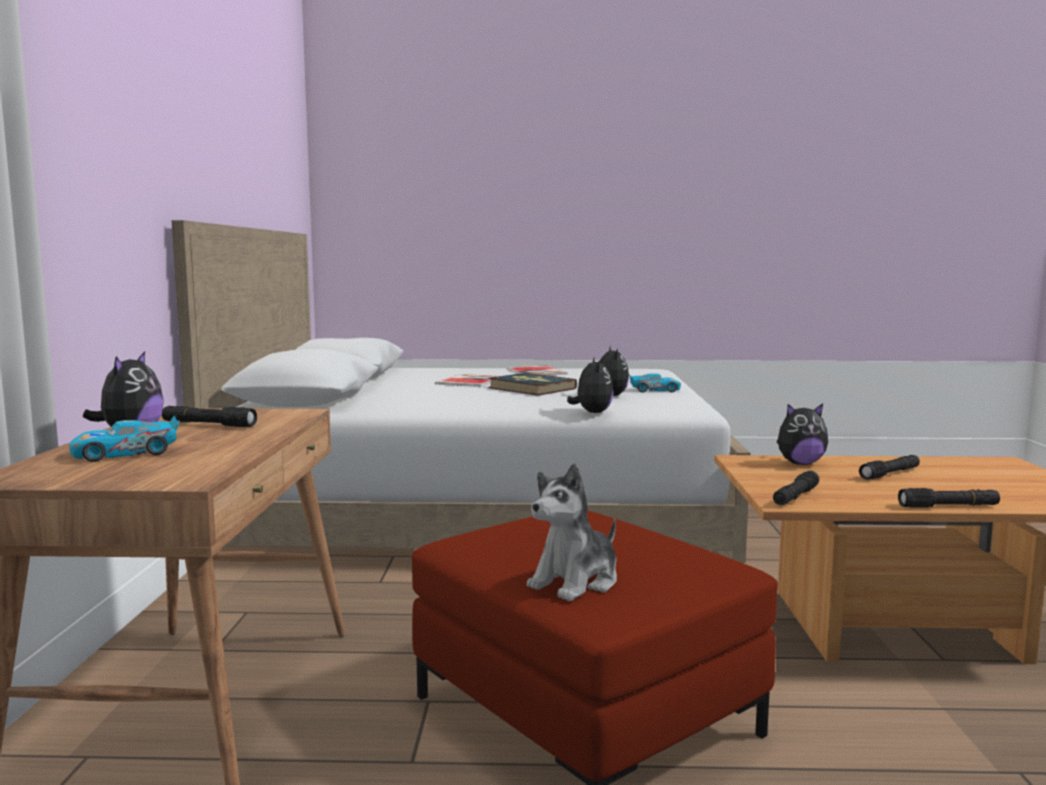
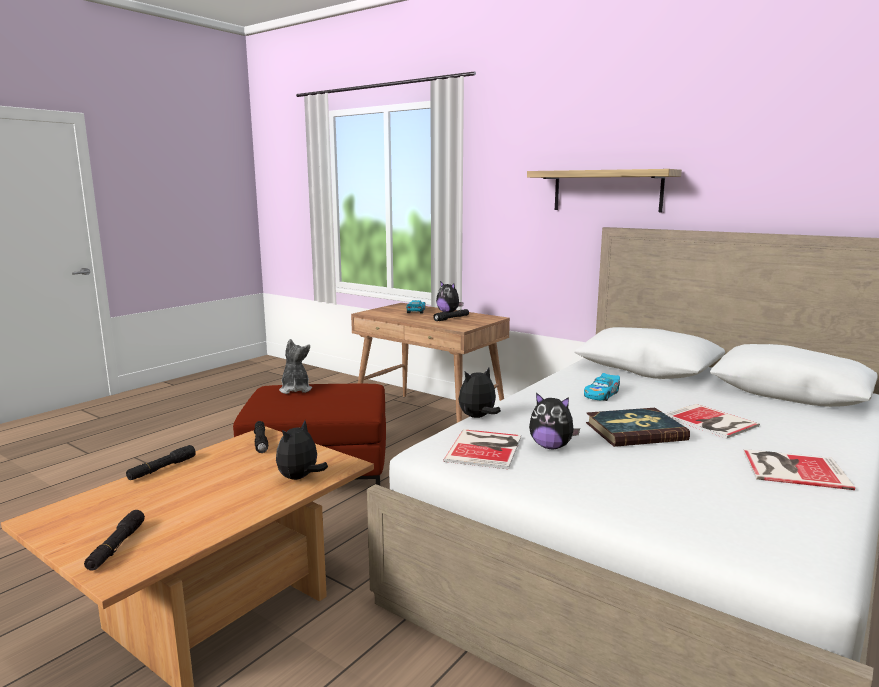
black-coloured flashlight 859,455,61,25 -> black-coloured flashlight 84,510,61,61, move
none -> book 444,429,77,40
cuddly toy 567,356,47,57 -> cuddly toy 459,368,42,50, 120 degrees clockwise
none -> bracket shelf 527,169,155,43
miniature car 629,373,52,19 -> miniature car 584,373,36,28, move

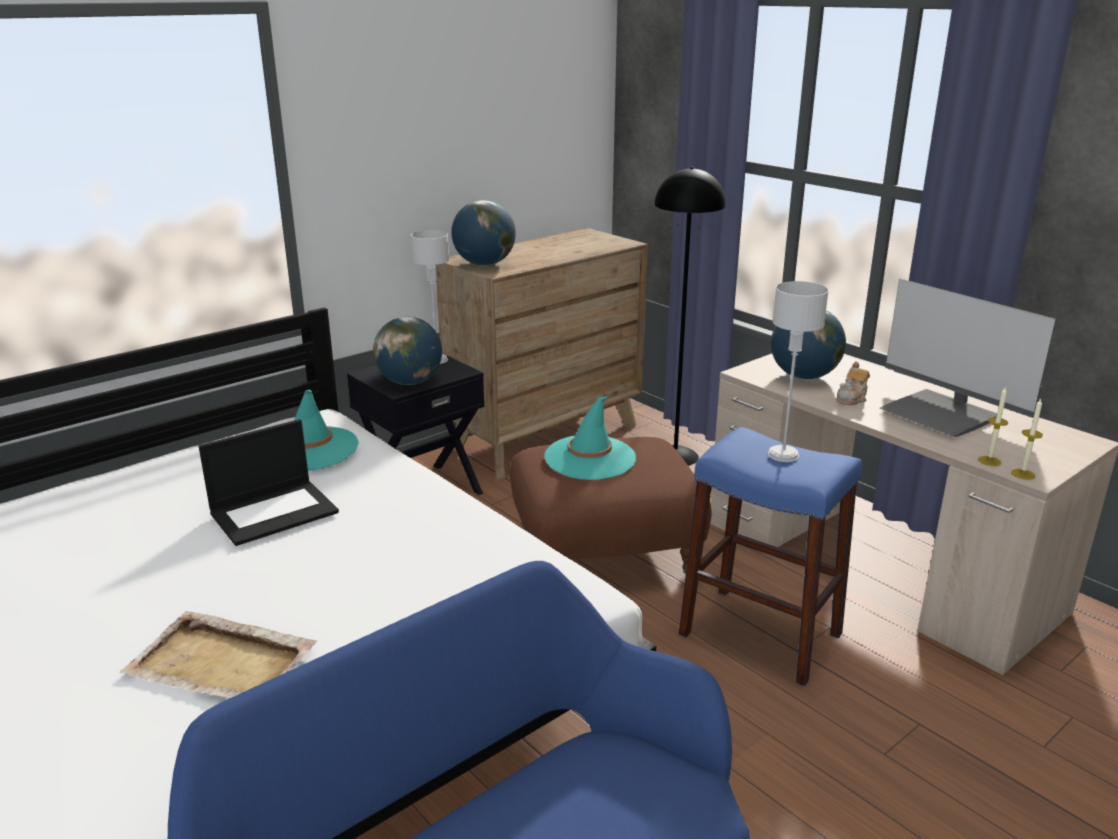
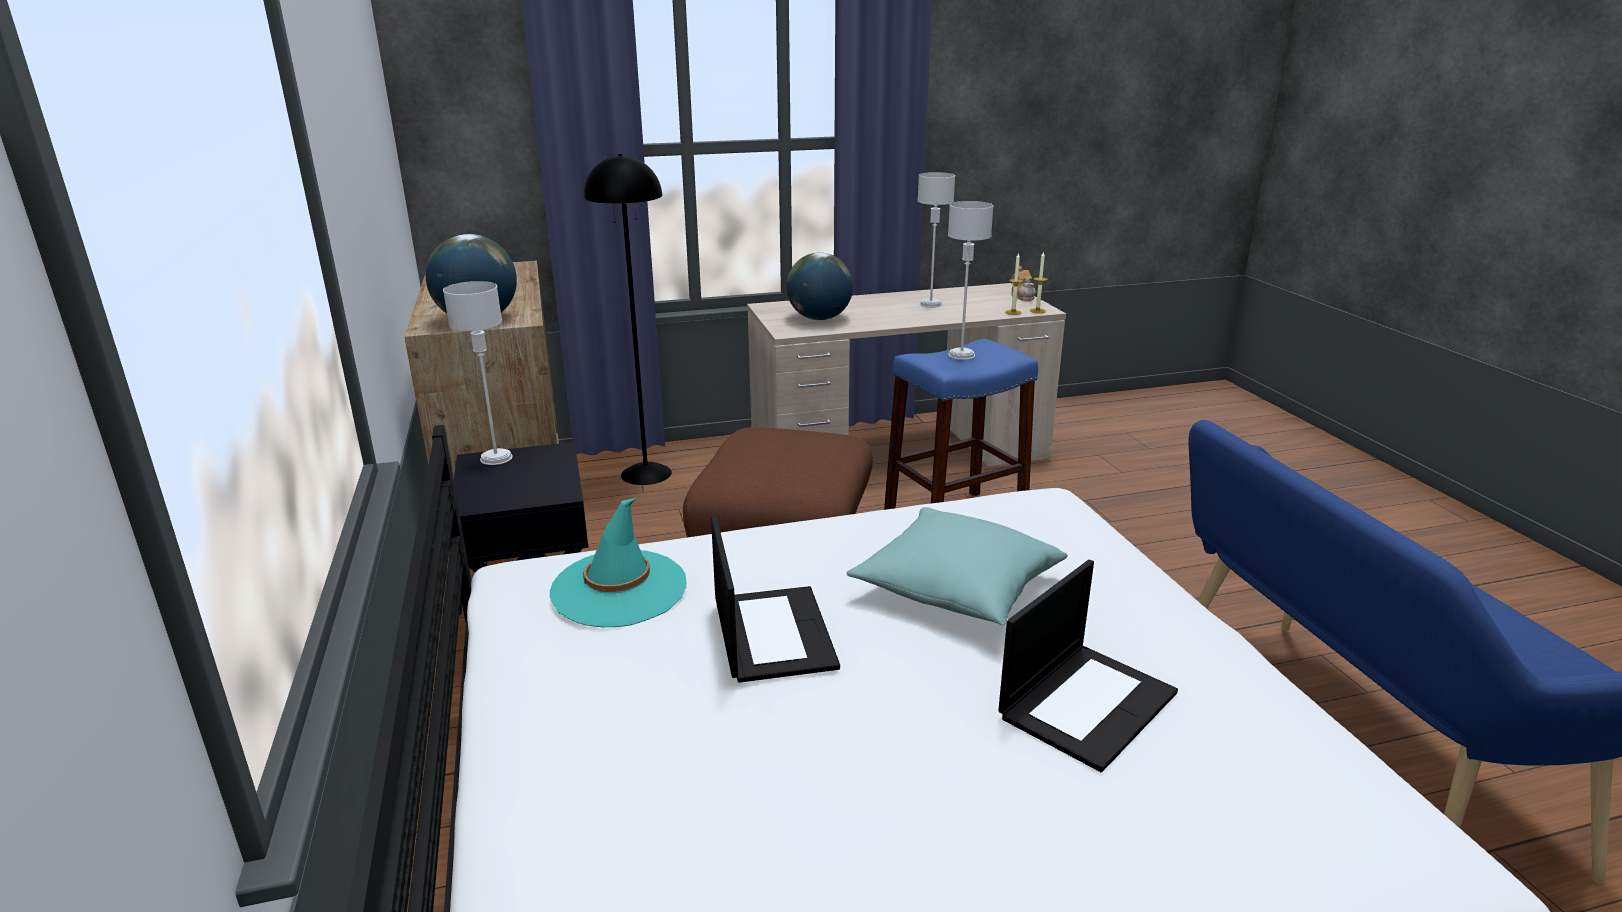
none -> turquoise throw pillow 846,507,222,119
computer display 880,279,176,158 -> greyish tabletop lamp 917,172,38,136
beige-coloured tray 120,611,197,87 -> notebook computer 998,560,180,213
pot for tea 836,361,34,44 -> pot for tea 1011,266,25,35, move
world globe 373,317,69,68 -> none
turquoise hat 544,396,92,84 -> none

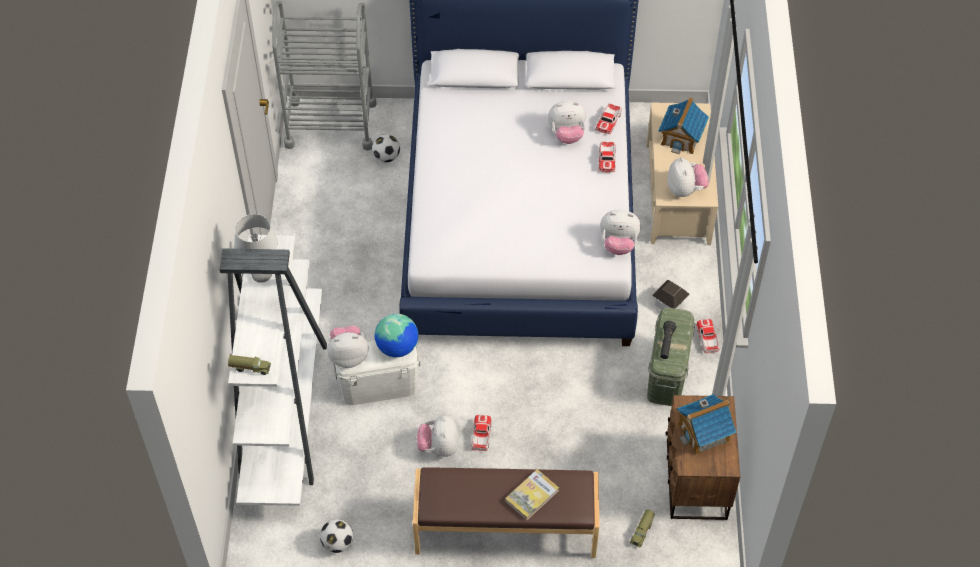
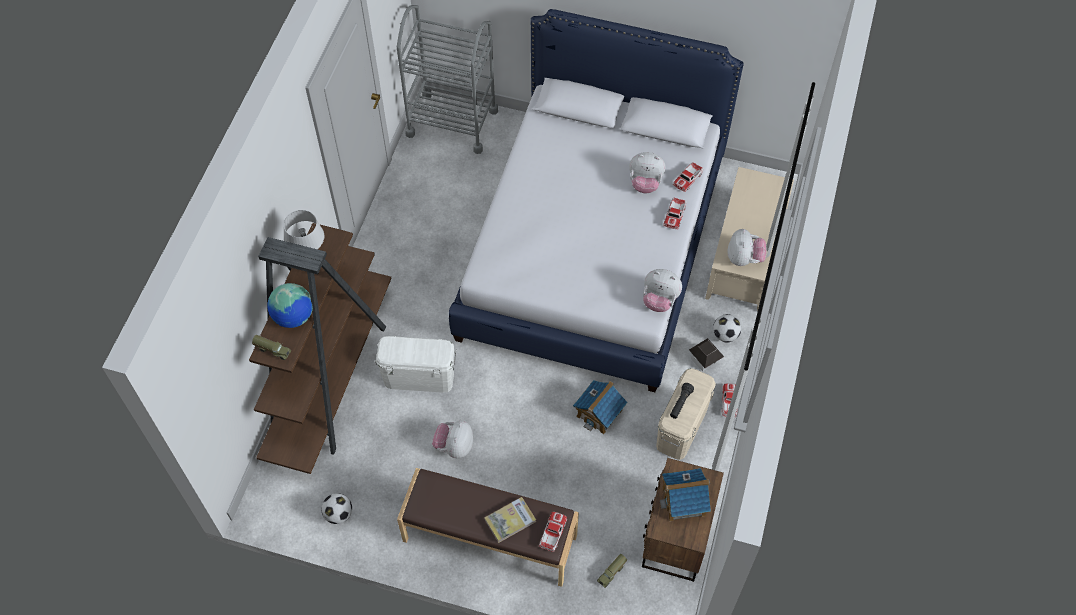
whitish bookcase 219,235,108,271 -> brown-coloured bookcase 249,223,142,251
world globe 375,314,43,43 -> world globe 267,283,46,45, move
miniature car 471,415,21,36 -> miniature car 539,512,28,40, move
model house 658,97,51,57 -> model house 573,380,55,54, move
green storage container 647,308,48,98 -> beige-coloured storage container 656,368,60,92
football 372,134,28,28 -> football 713,314,28,28, move
cuddly toy 327,325,41,43 -> none

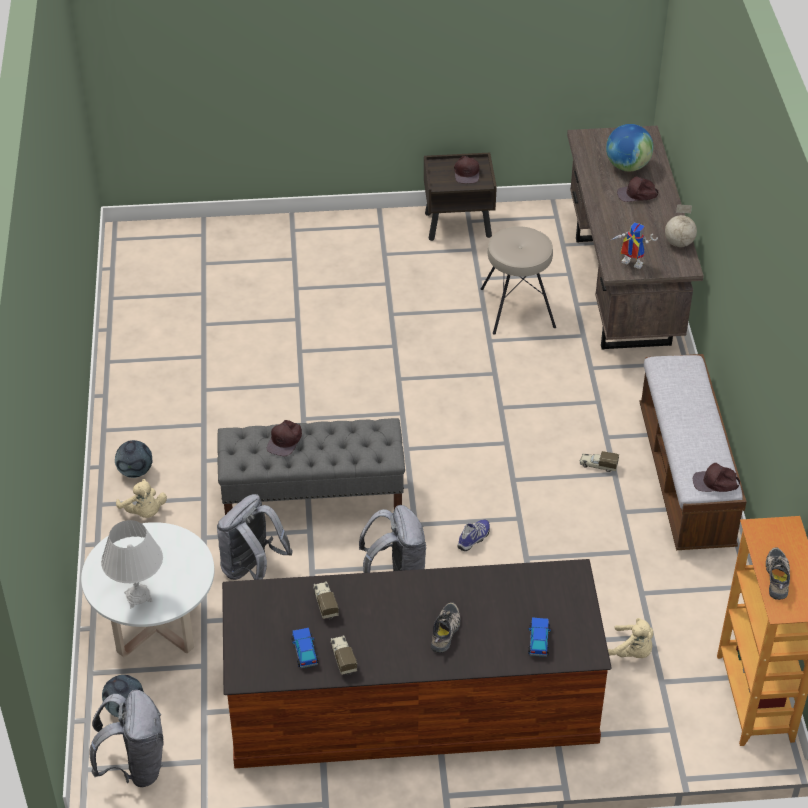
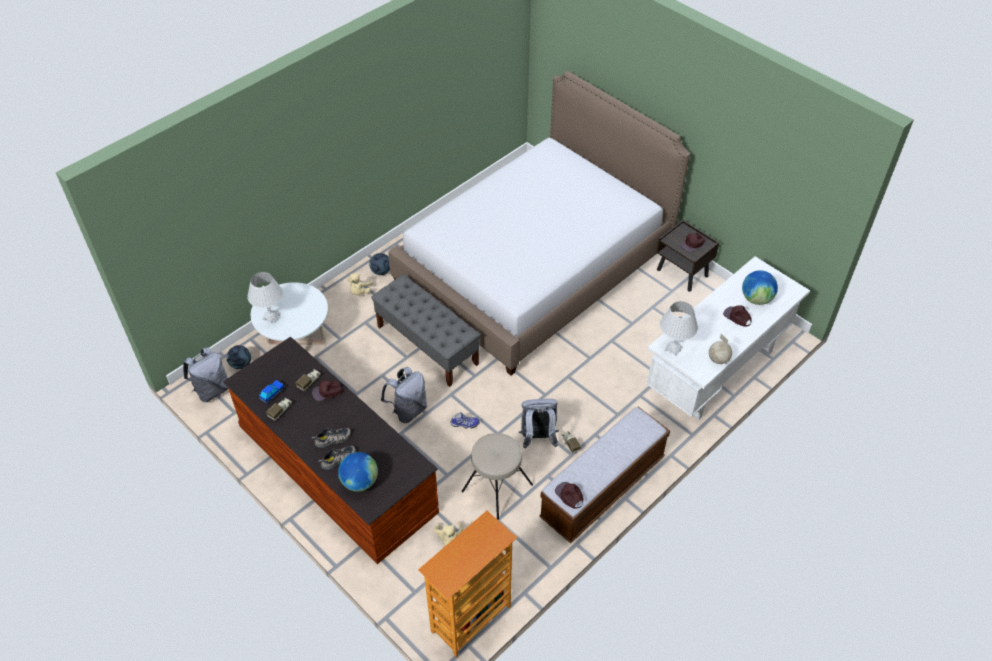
brown-coloured cap 267,420,35,36 -> brown-coloured cap 312,379,31,22, move
shoe 766,547,24,53 -> shoe 318,446,38,24, move
miniature car 528,618,23,39 -> world globe 338,452,40,40
none -> bedroom bed 388,71,302,304
beige-coloured stool 480,226,76,109 -> beige-coloured stool 462,433,71,87, move
greyish rucksack 217,494,76,86 -> greyish rucksack 519,399,40,50, move
brown-coloured desk unit 567,126,137,224 -> whitish desk unit 647,256,163,164
toy robot 611,223,47,46 -> whitish tabletop lamp 660,301,38,55

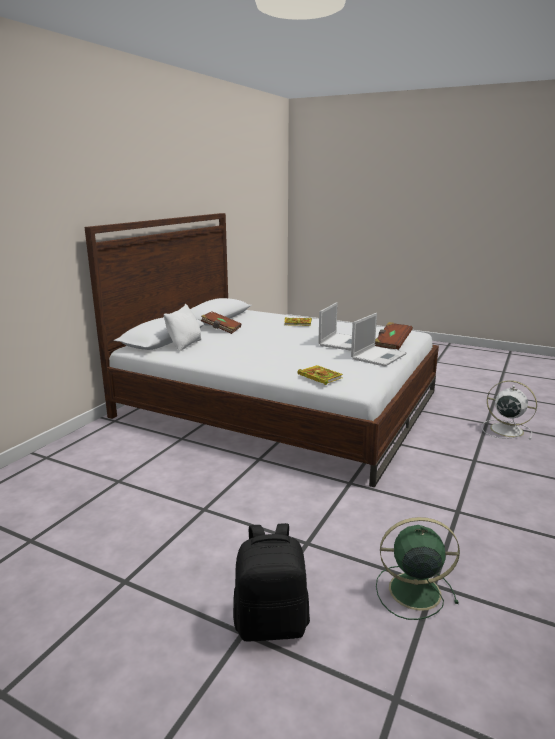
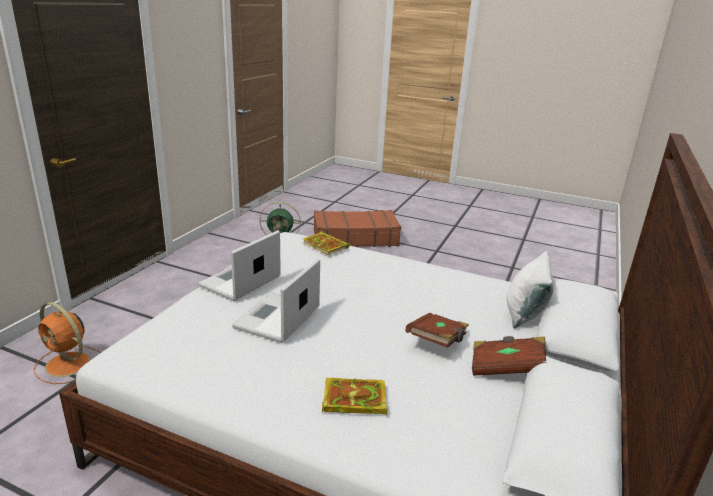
whitish electric fan 482,380,55,60 -> orange electric fan 33,302,68,82
black-coloured rucksack 233,523,77,118 -> brown-coloured travel case 314,210,87,37
brown-coloured book 375,322,38,28 -> brown-coloured book 406,313,63,35, move

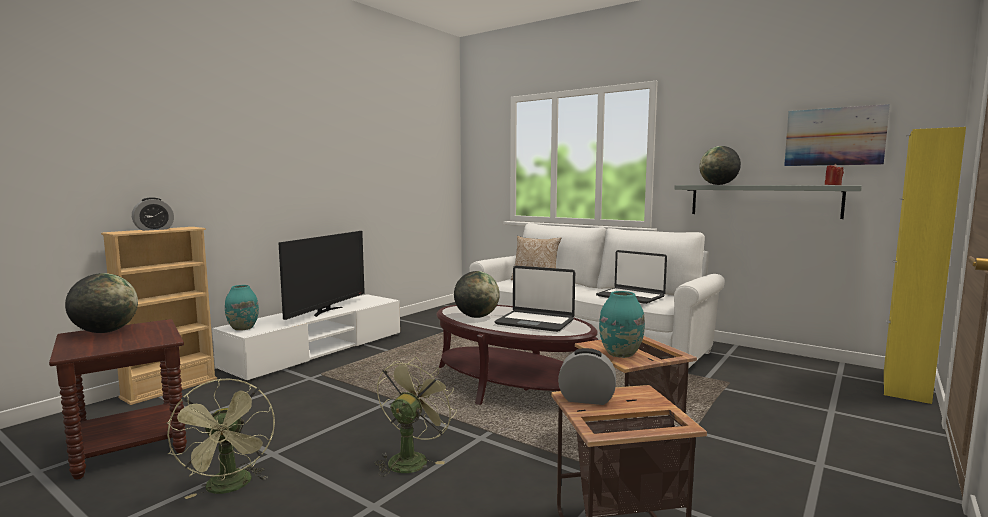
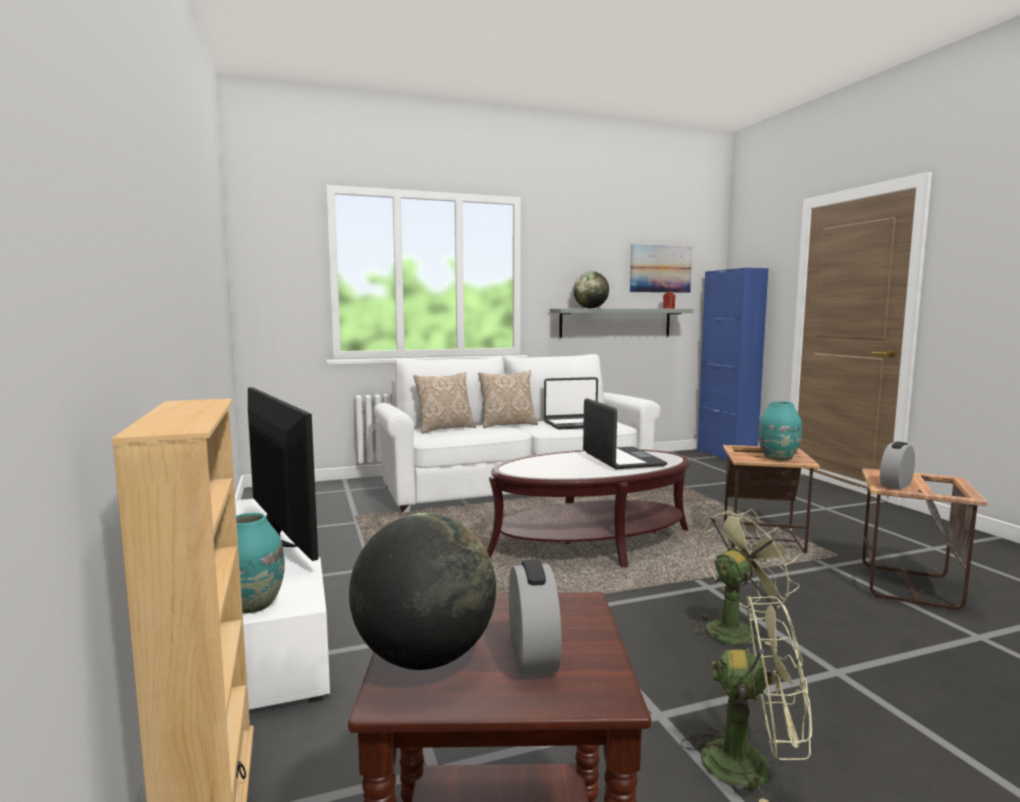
none -> throw pillow 478,371,60,57
table clock 132,197,42,34 -> table clock 509,560,53,115, move
notebook computer 495,266,80,66 -> notebook computer 583,398,84,72, 75 degrees counterclockwise
green electric fan 375,357,82,120 -> green electric fan 691,509,108,137, 90 degrees clockwise
yellowish storage cabinet 884,127,82,277 -> blue-coloured storage cabinet 697,268,71,192
world globe 454,271,46,47 -> none

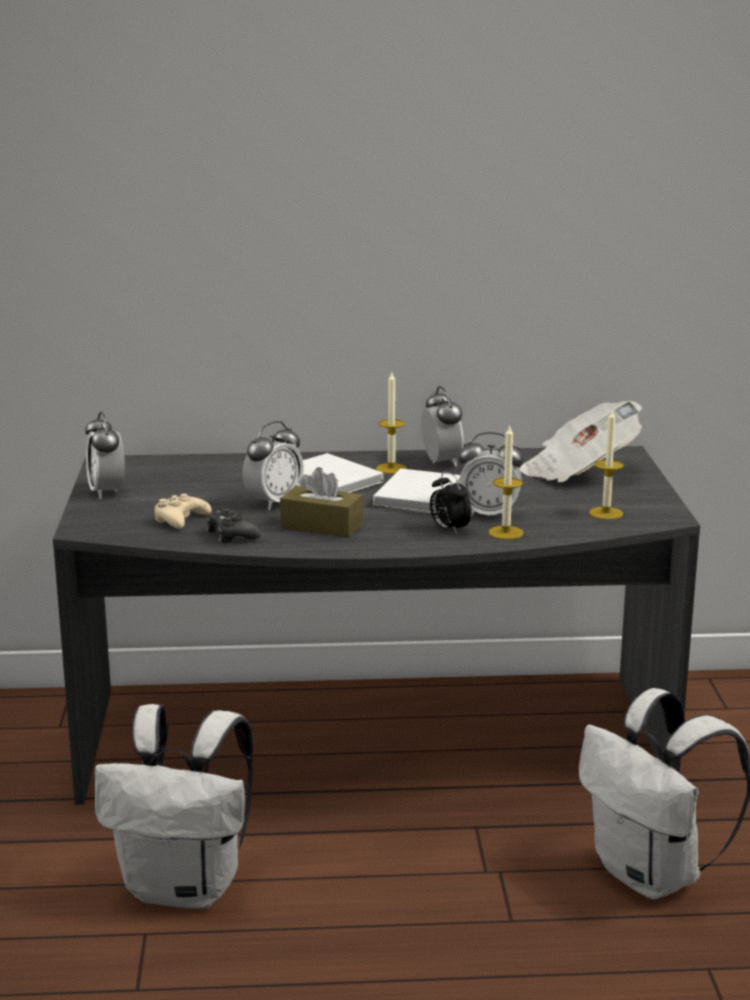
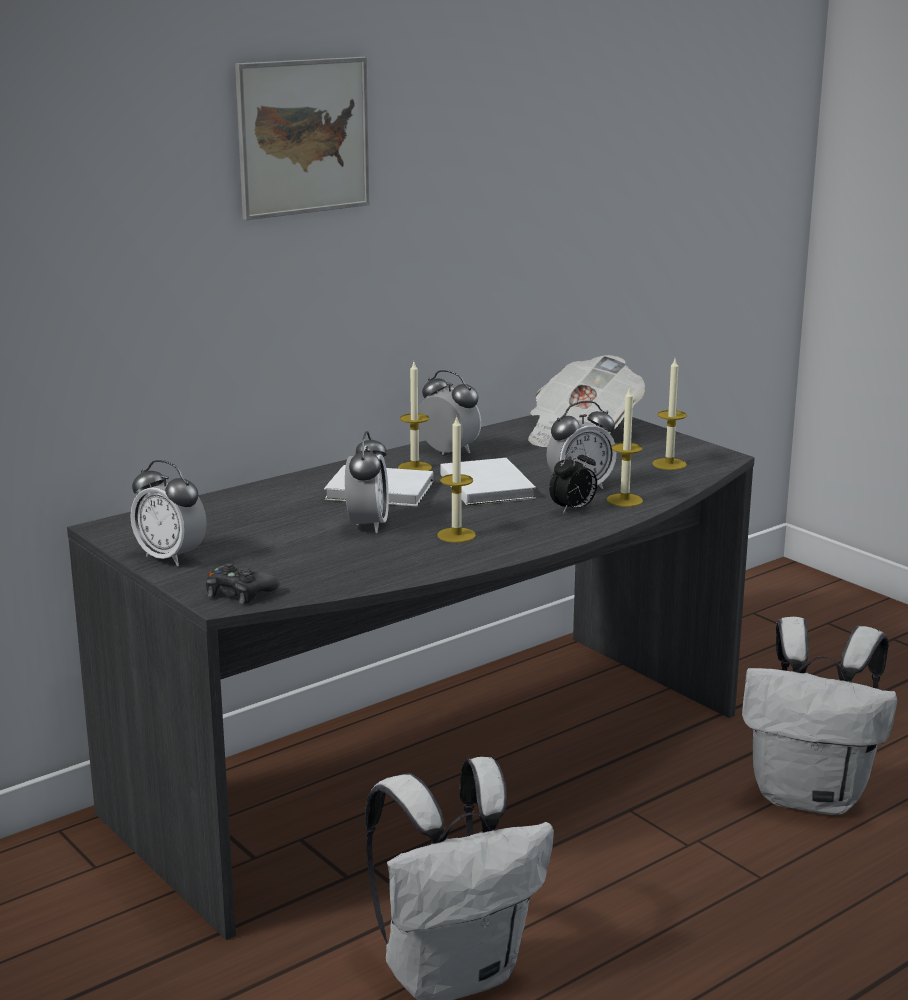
black-coloured game controller 206,508,55,35 -> black-coloured game controller 206,563,73,41, move
none -> wall art 235,57,135,163
brown-coloured box of tissues 280,467,83,70 -> wax light 437,415,39,128
table clock 430,471,41,63 -> table clock 549,448,48,66, 60 degrees counterclockwise
beige-coloured game controller 154,494,58,35 -> none

